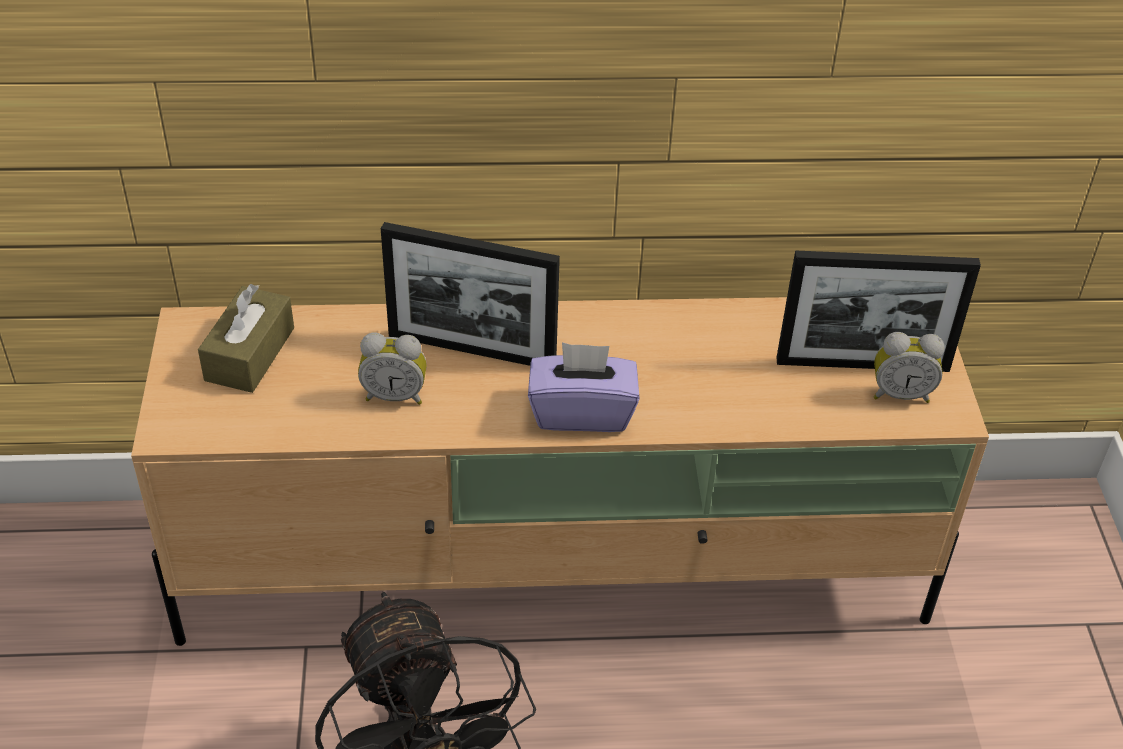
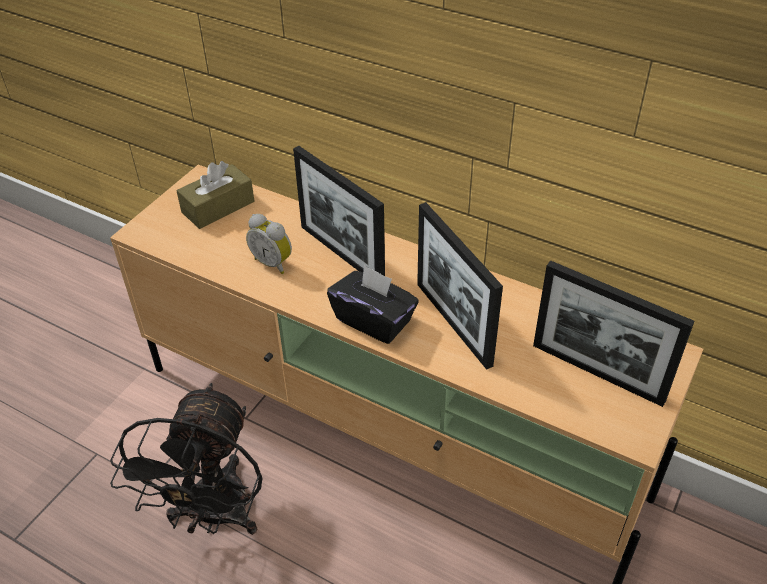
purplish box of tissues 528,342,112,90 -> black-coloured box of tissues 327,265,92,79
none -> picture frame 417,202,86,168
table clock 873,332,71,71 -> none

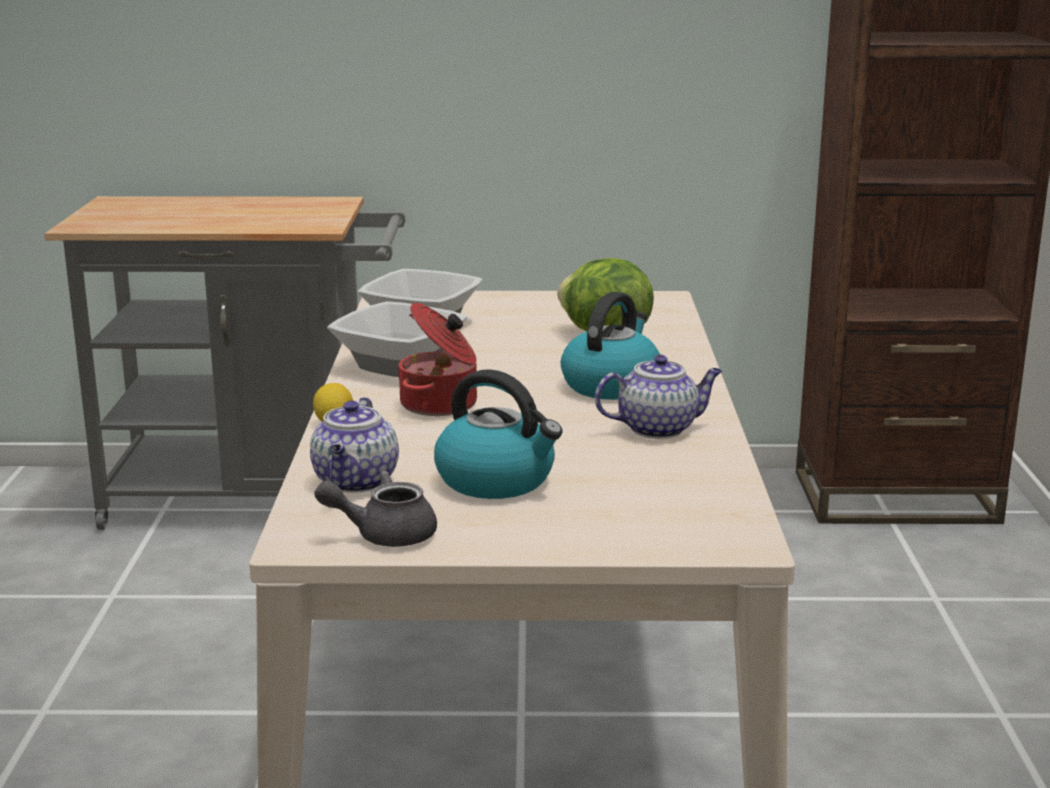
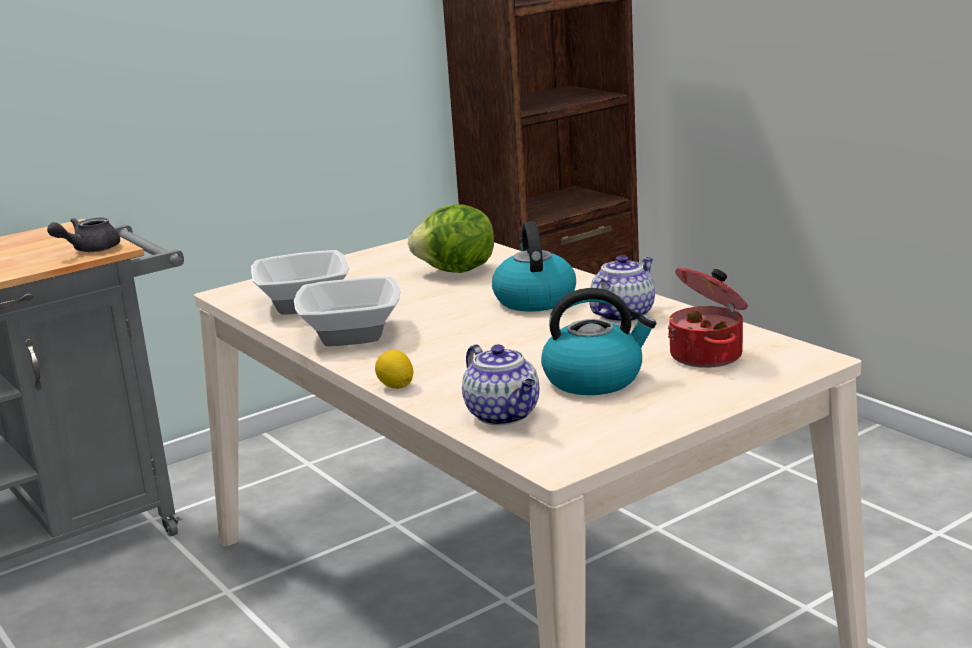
greyish pot for tea 315,471,122,76 -> greyish pot for tea 47,217,73,35, move
cooking pot 398,303,79,113 -> cooking pot 668,268,80,100, move

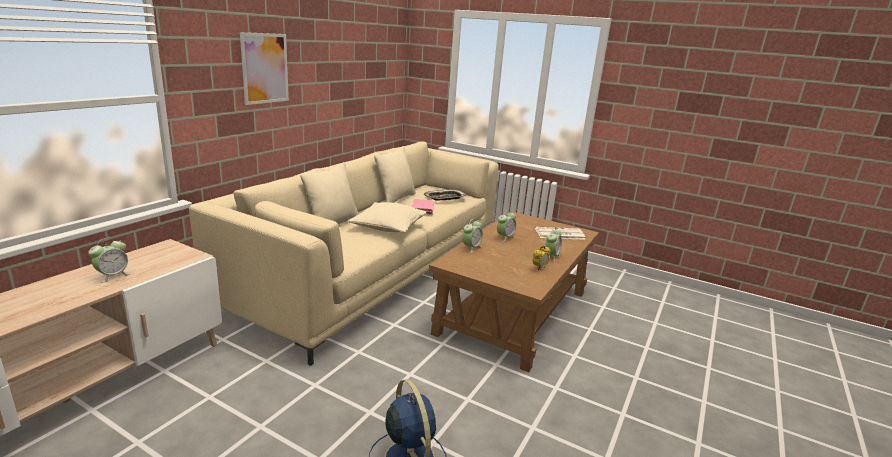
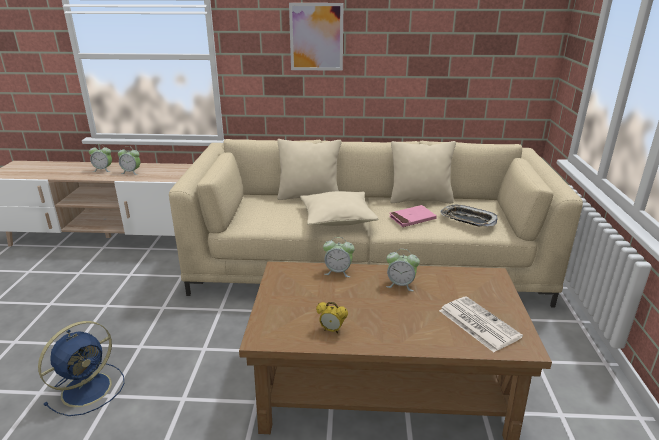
table clock 545,227,17,35 -> table clock 89,144,23,28, move

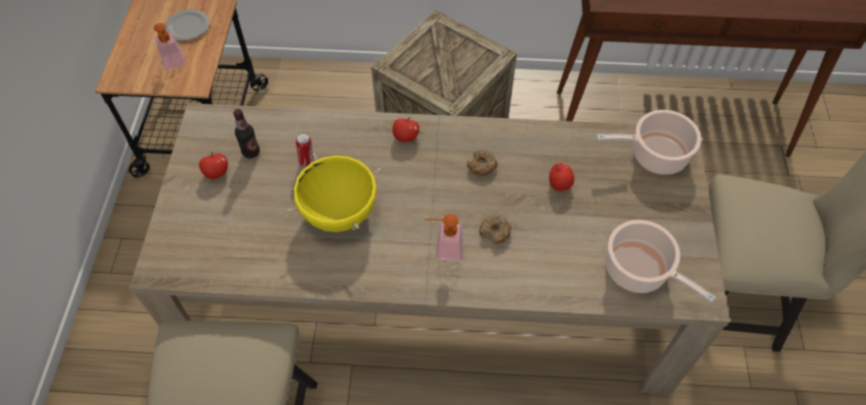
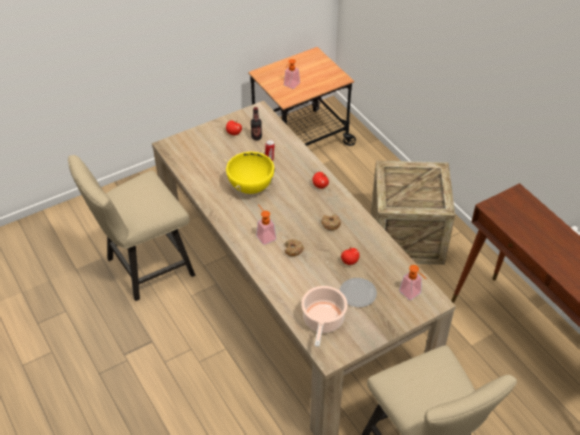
dinner plate 165,9,44,32 -> dinner plate 340,278,37,29, move
cooking pot 597,110,104,65 -> soap bottle 399,265,27,35

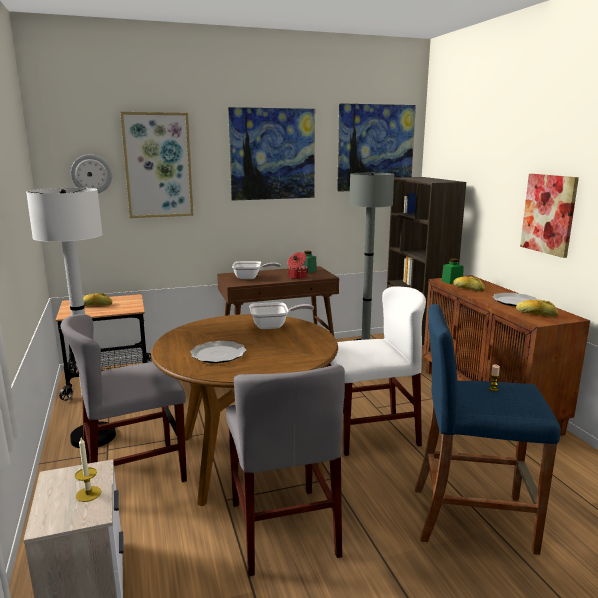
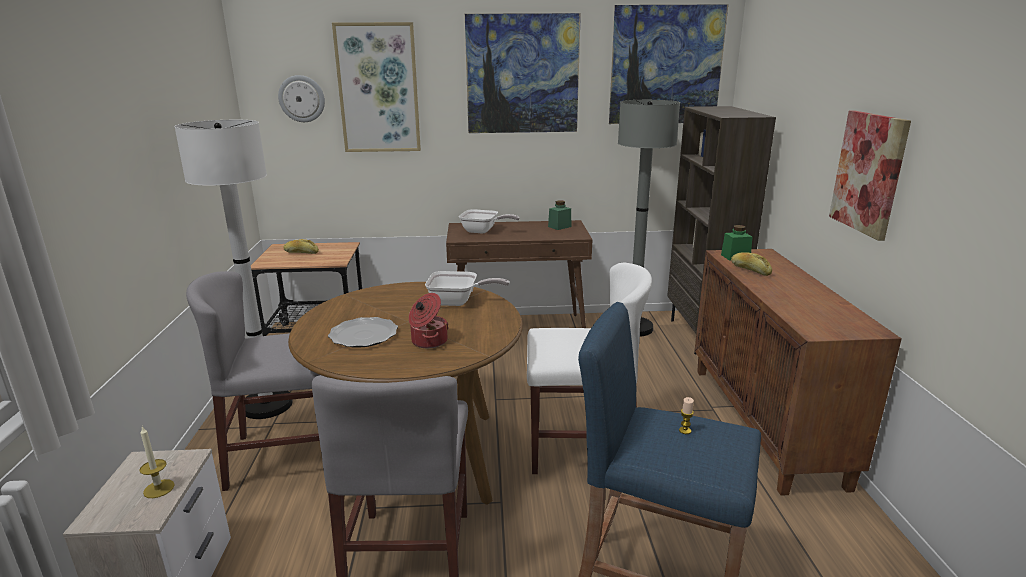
cooking pot 287,252,20,27 -> cooking pot 409,293,39,55, move
dinner plate 492,293,46,14 -> none
baked bread 516,300,42,17 -> none

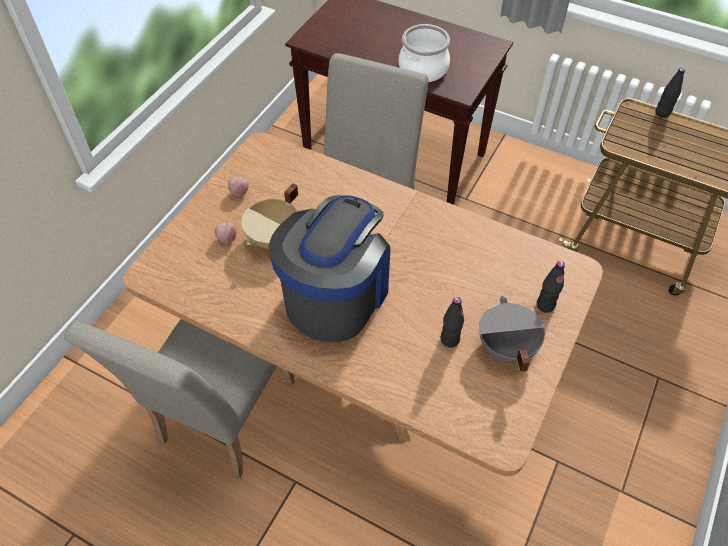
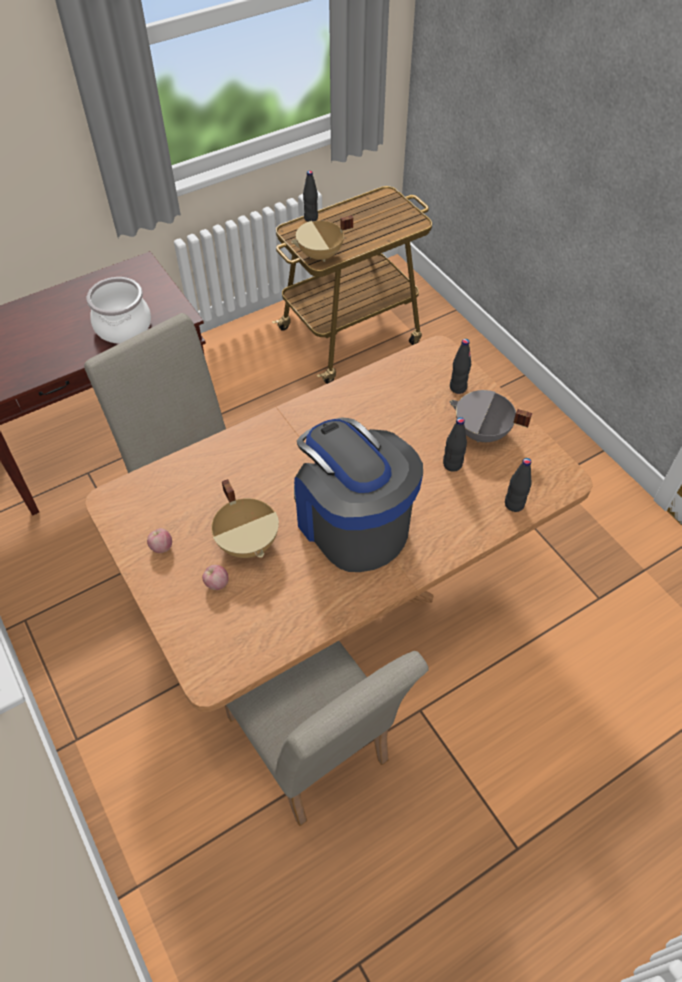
none -> beige-coloured cooking pot 291,215,62,47
none -> black-coloured beverage bottle 505,458,27,54

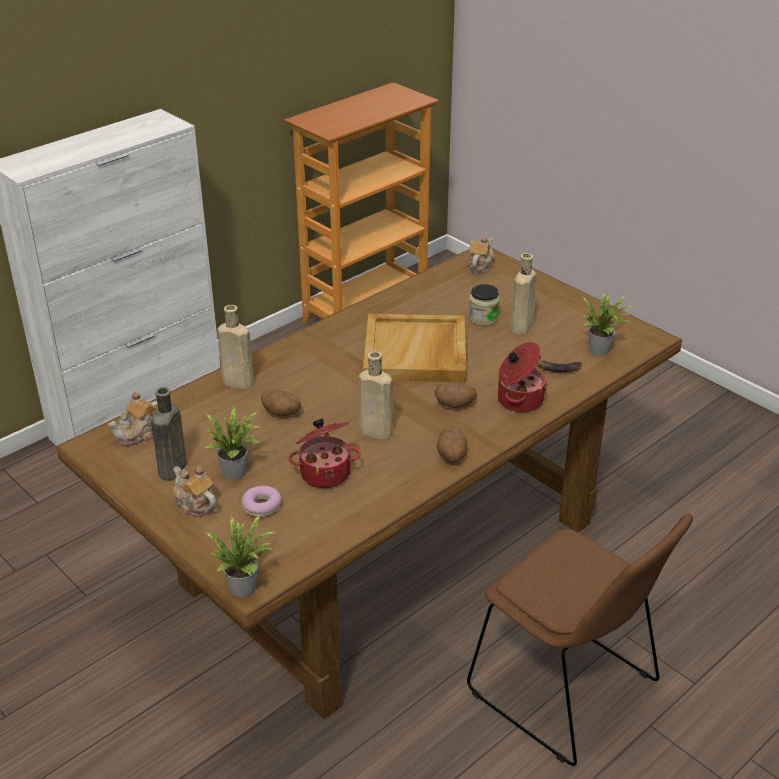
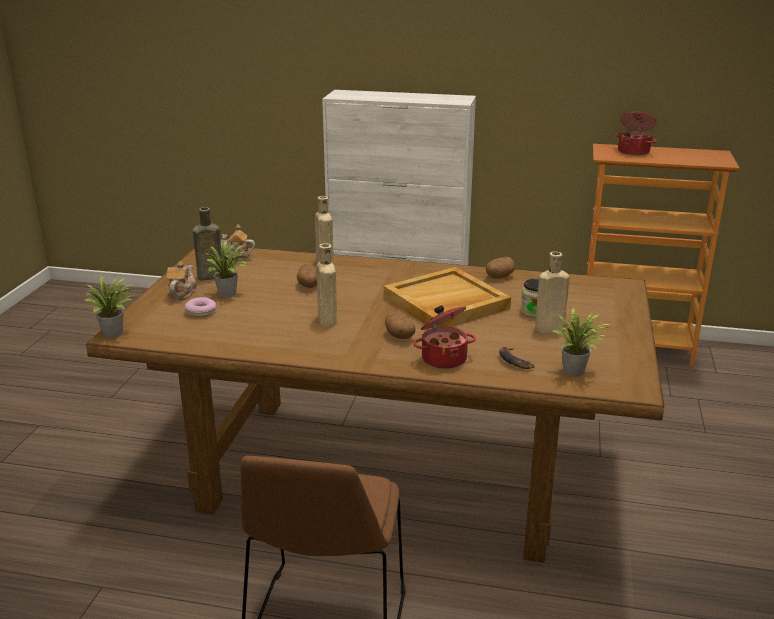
spud 437,426,30,36 -> spud 486,257,29,22, move
cooking pot 288,419,72,69 -> cooking pot 615,111,42,45, move
pot for tea 467,236,28,38 -> none

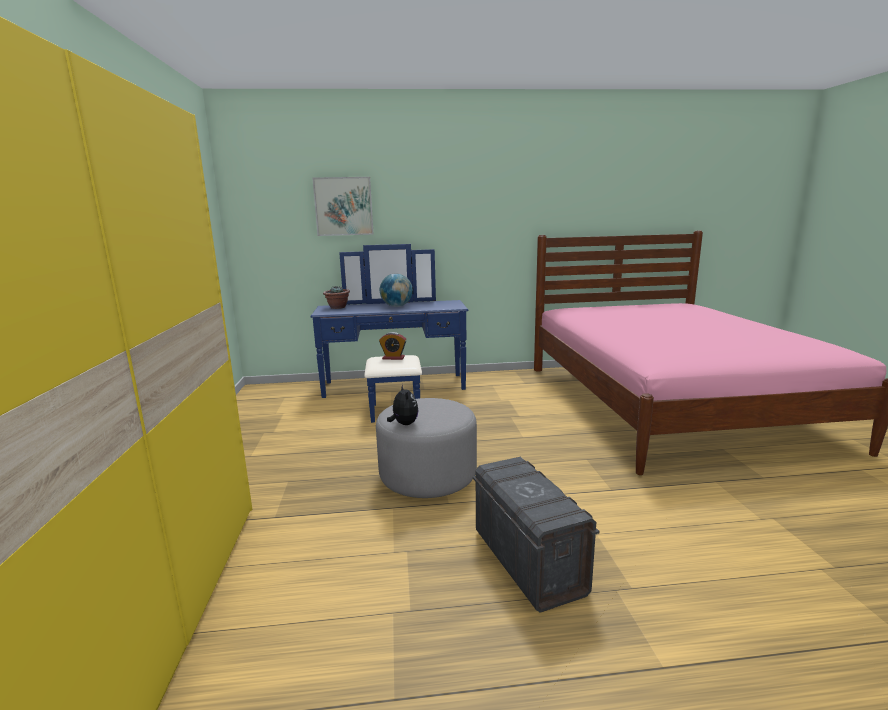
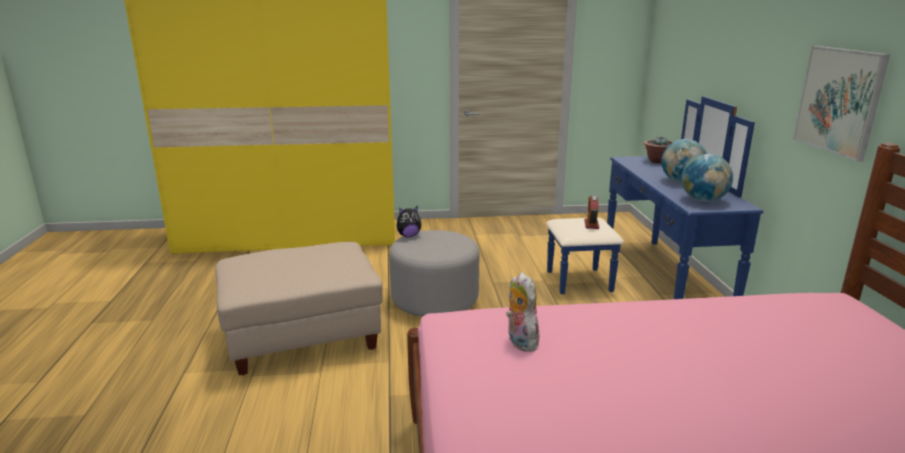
greyish storage container 473,457,127,156 -> beige-coloured ottoman 215,242,168,133
none -> cuddly toy 506,272,33,80
none -> world globe 681,154,52,48
wall art 312,177,61,59 -> wall art 793,46,97,116, move

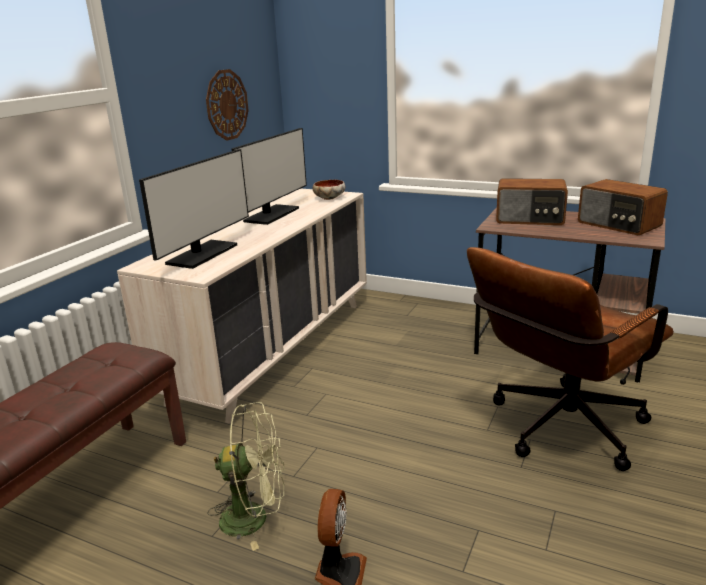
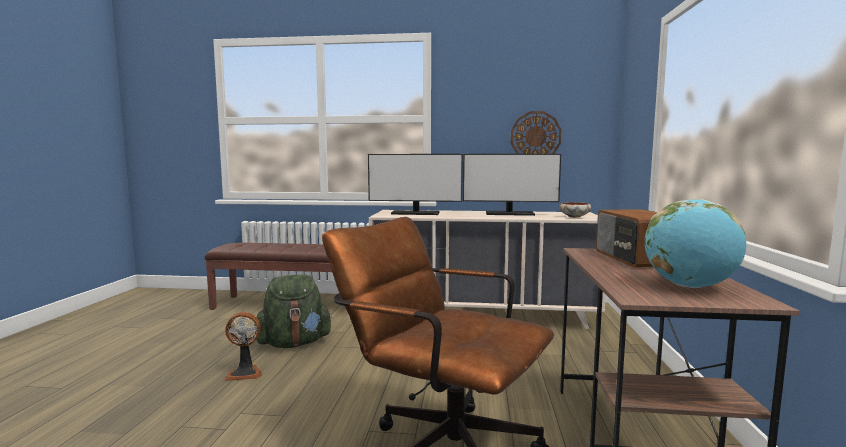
green electric fan 207,402,78,149 -> green rucksack 255,275,77,73
radio 578,179,90,56 -> world globe 645,199,101,89

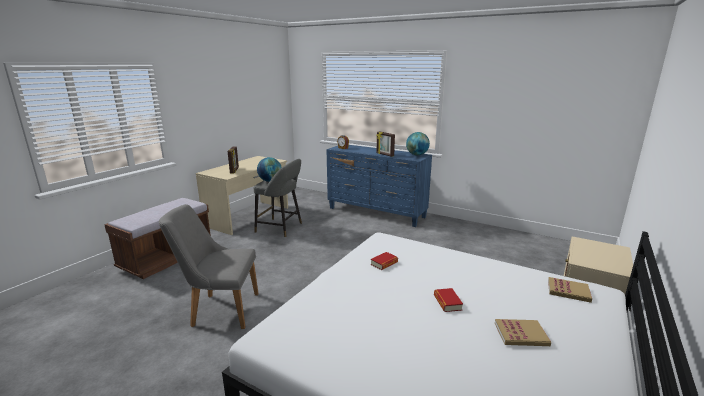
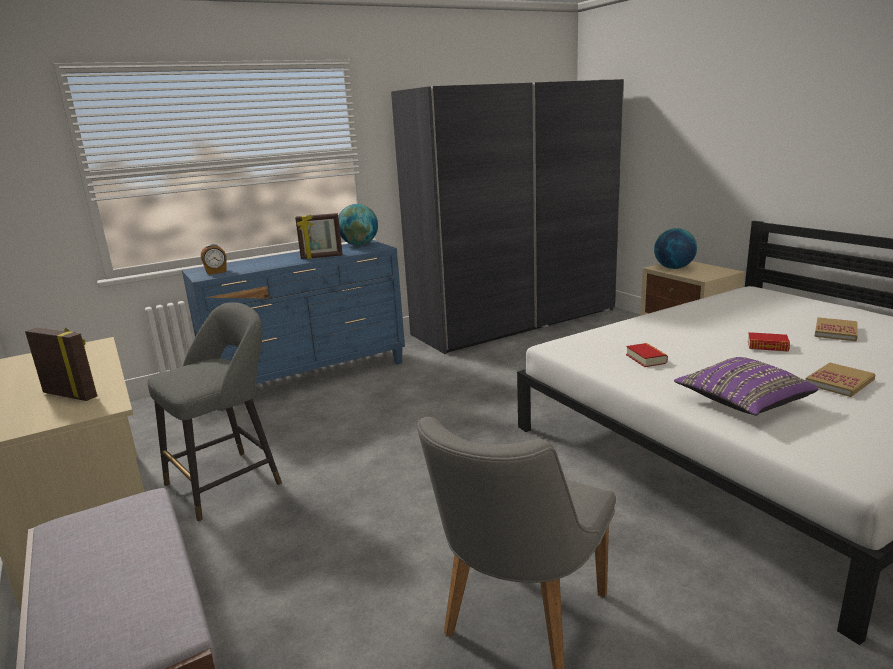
none -> greyish clothes cupboard 391,79,233,275
world globe 257,157,25,25 -> world globe 654,228,43,41, move
none -> purplish throw pillow 674,357,145,59
book 548,277,44,26 -> book 805,363,71,34, move

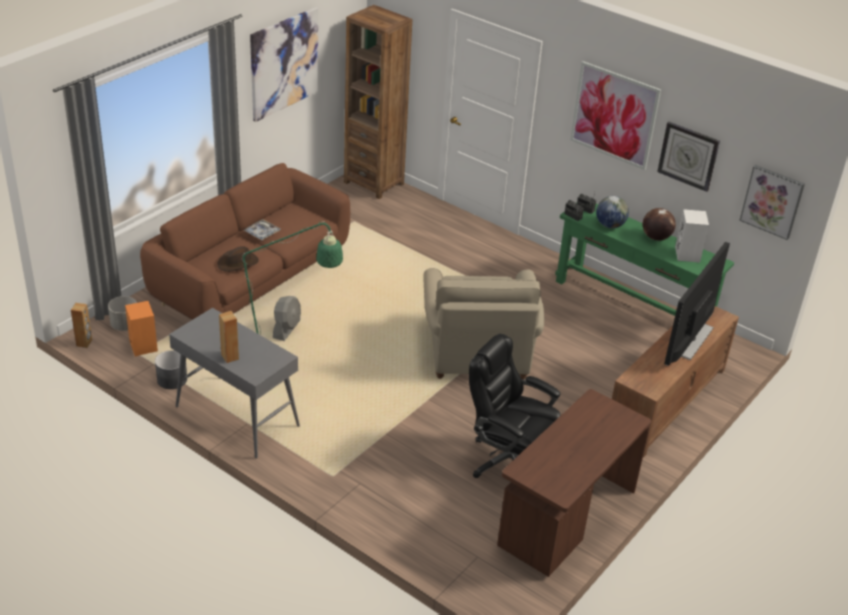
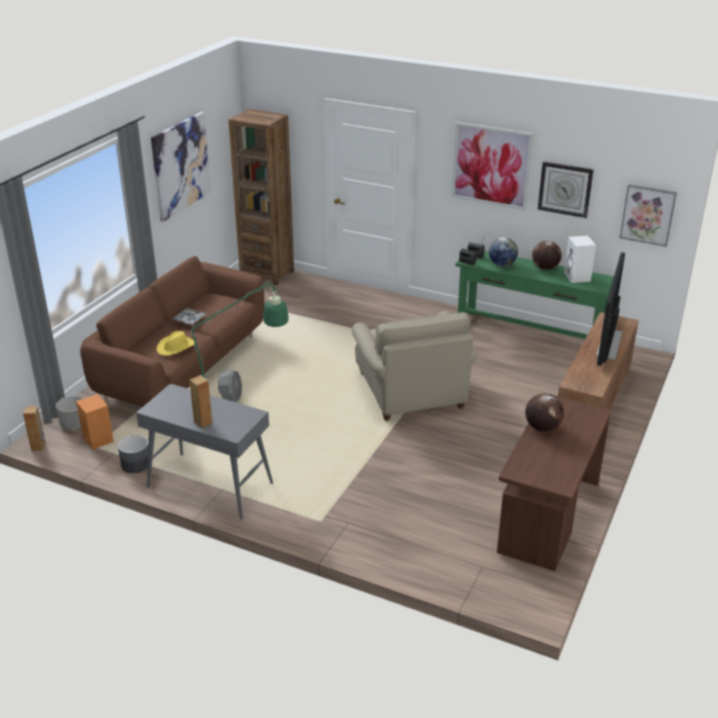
brown-coloured hat 217,246,42,26 -> yellowish hat 157,331,37,25
none -> world globe 525,393,39,39
black-coloured computer chair 469,334,92,144 -> none

